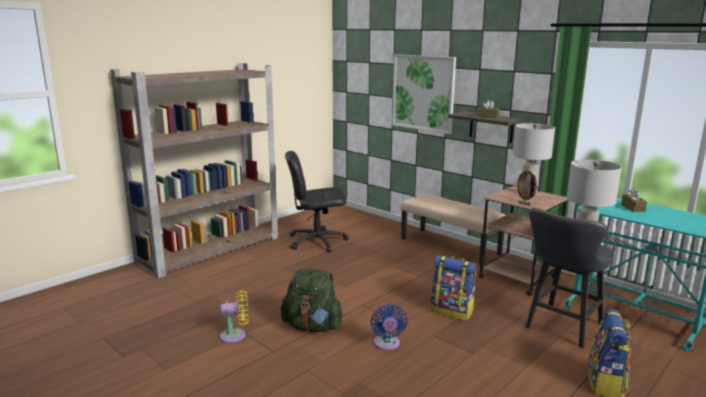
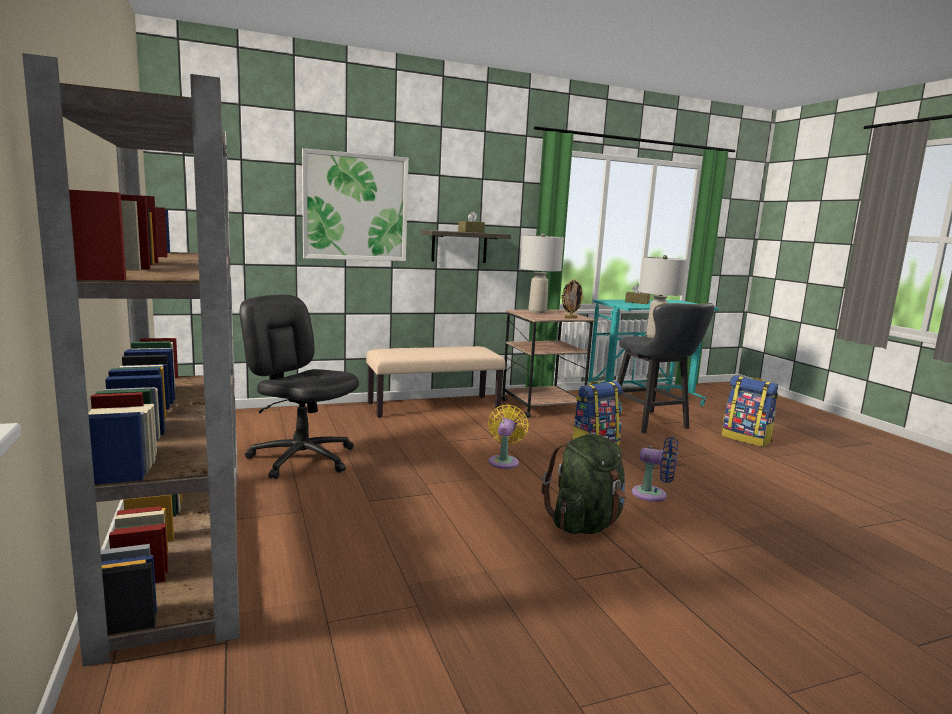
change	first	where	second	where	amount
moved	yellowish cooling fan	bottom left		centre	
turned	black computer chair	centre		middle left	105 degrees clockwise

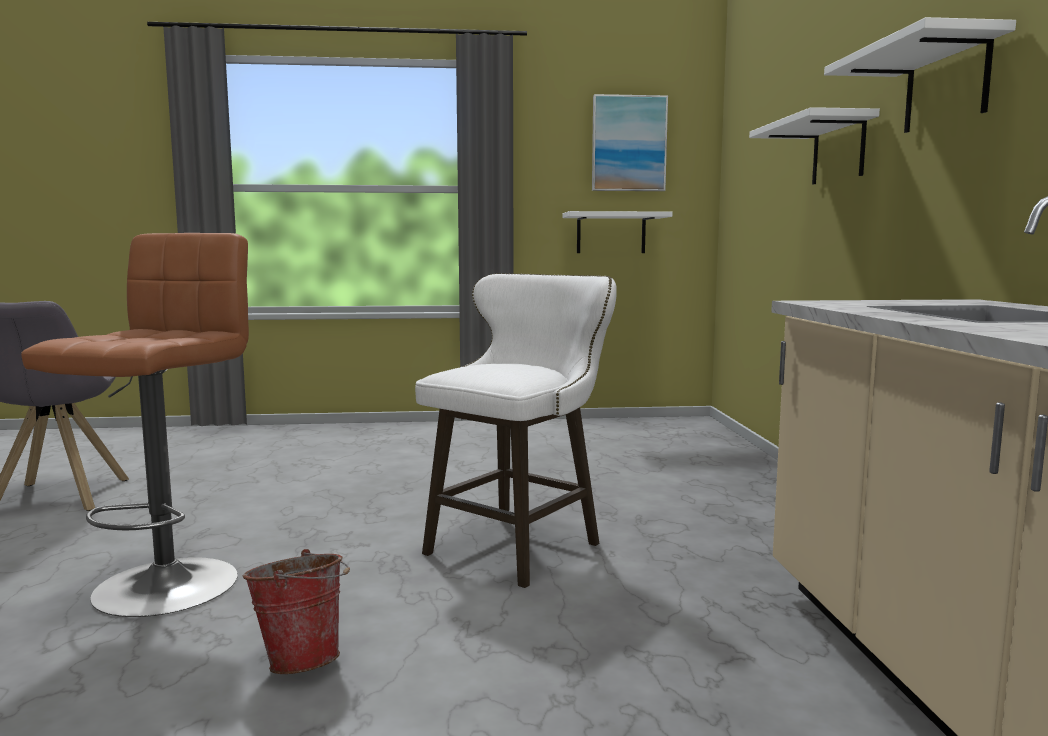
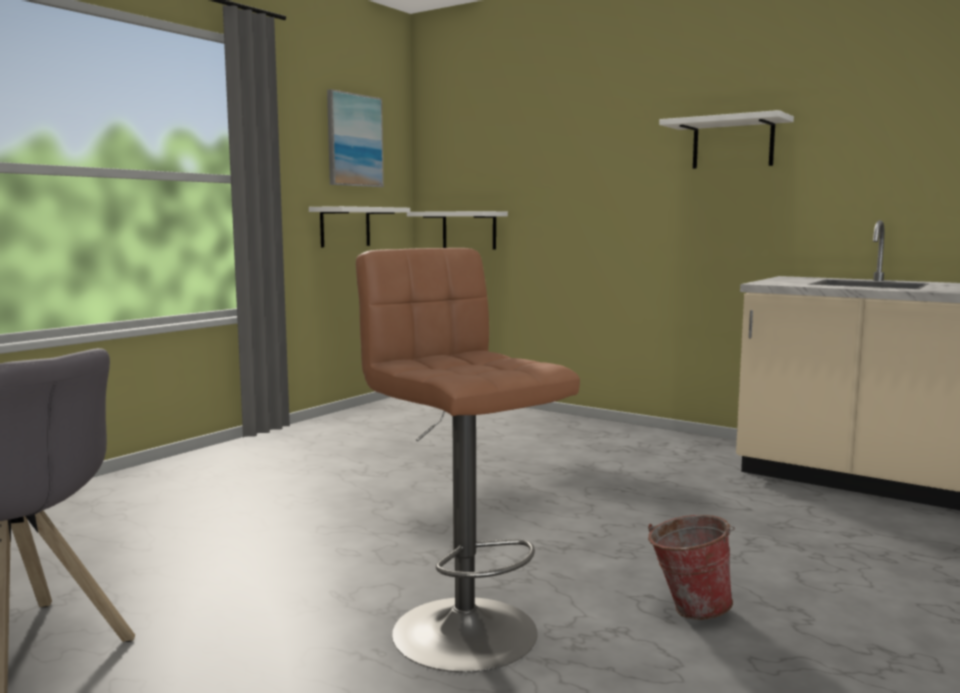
change	first	where	second	where	amount
removed	white-coloured stool seat	centre			
moved	white-coloured shelf (2nd from left)	top right		top centre	

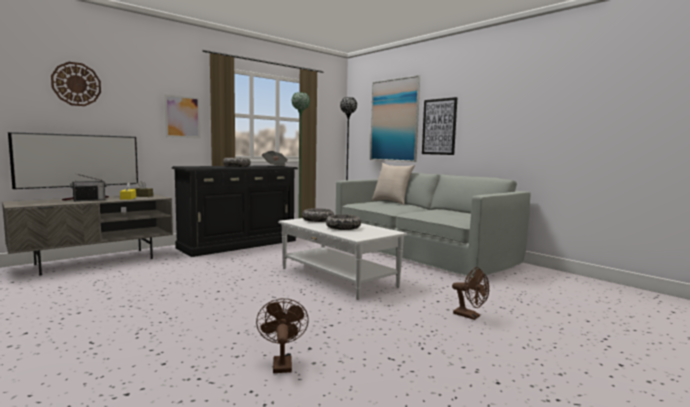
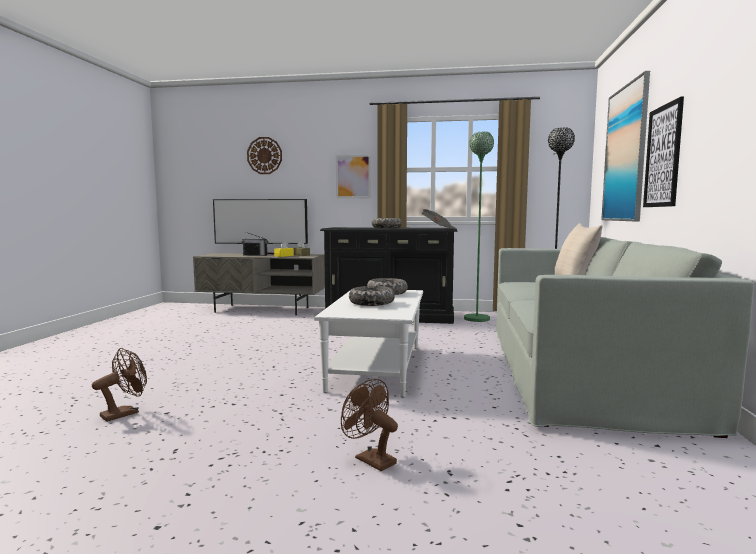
change	first	where	second	where	amount
turned	brown-coloured cooling fan (2nd from left)	bottom right		bottom centre	135 degrees clockwise

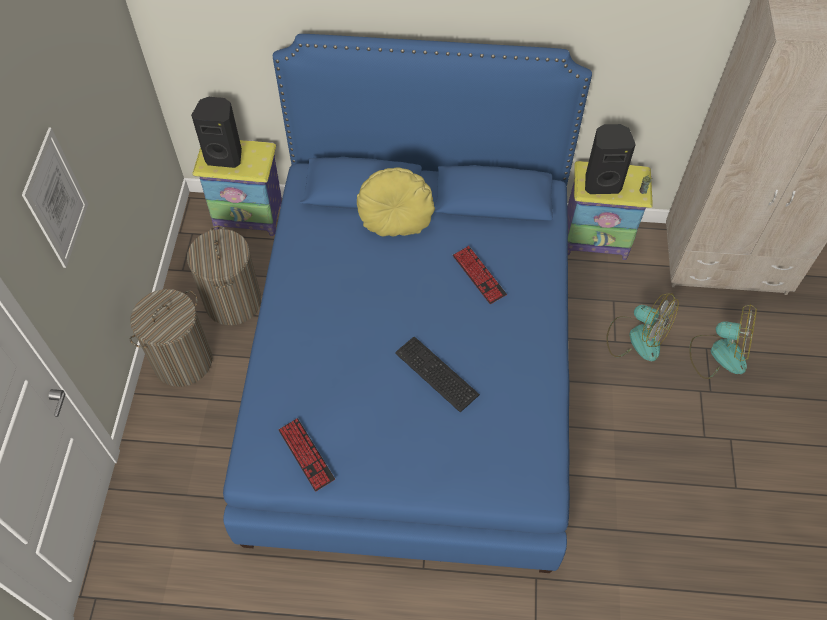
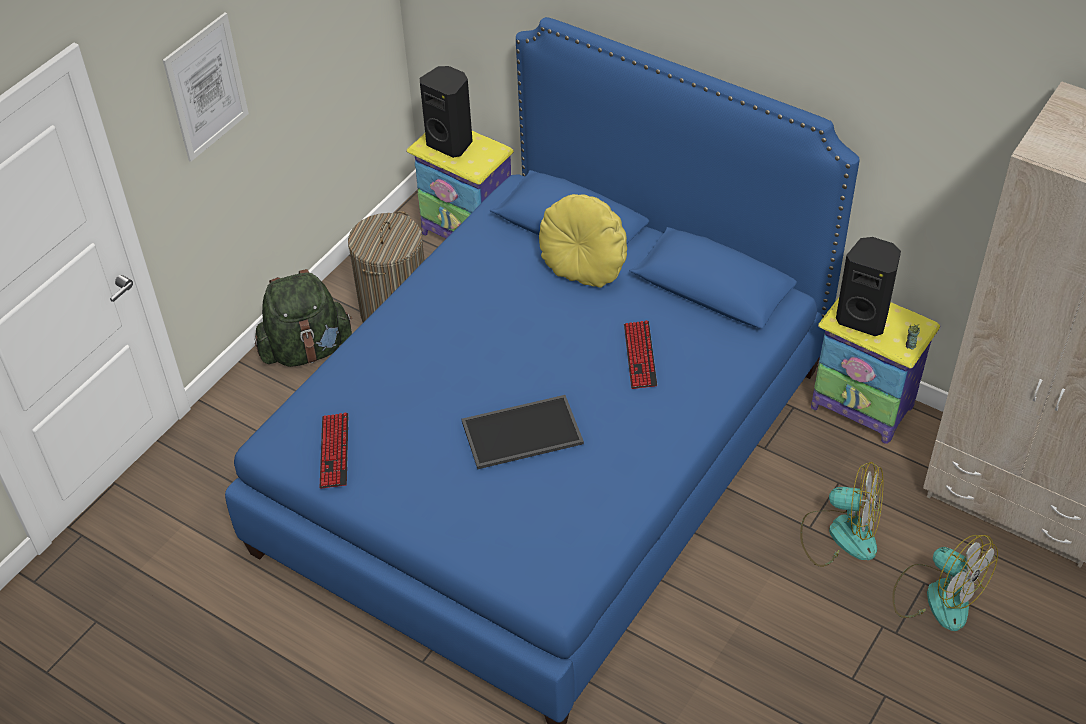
change	first	where	second	where	amount
replaced	hamper (1st from left)	middle left	greenish backpack	middle left	
replaced	computer keyboard (2nd from left)	centre	serving tray	centre	
turned	cooling fan (1st from left)	middle right		bottom right	45 degrees counterclockwise

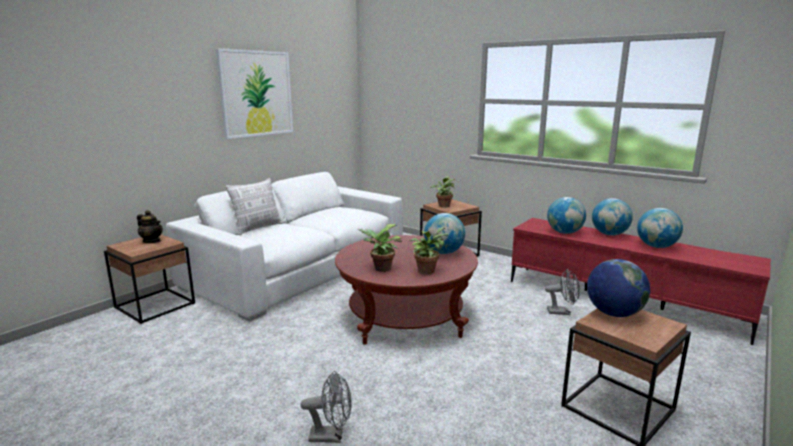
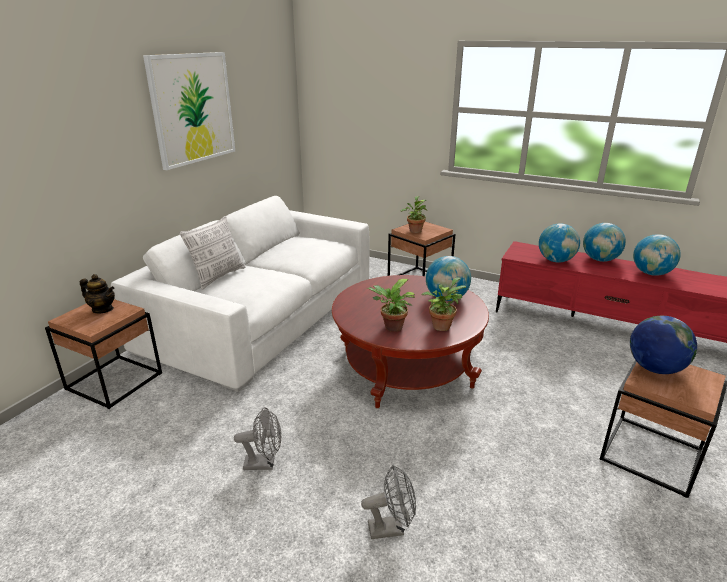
change	first	where	second	where	amount
moved	gray cooling fan (2nd from left in the first image)	middle right	gray cooling fan (1st from left)	bottom centre	

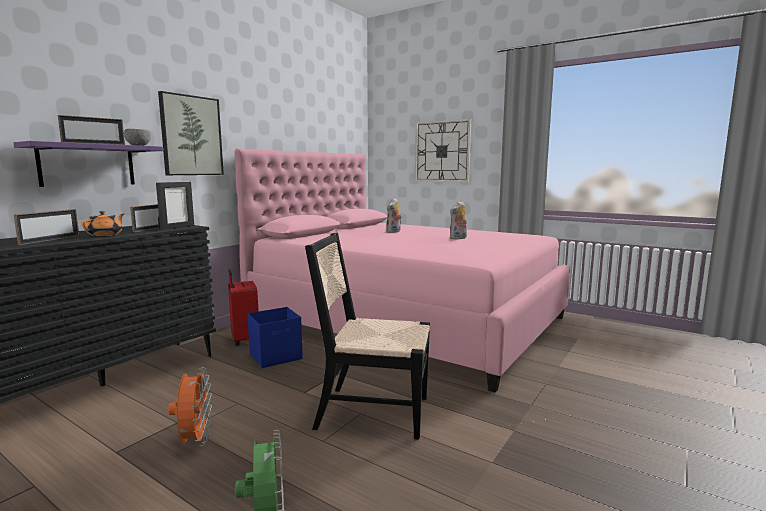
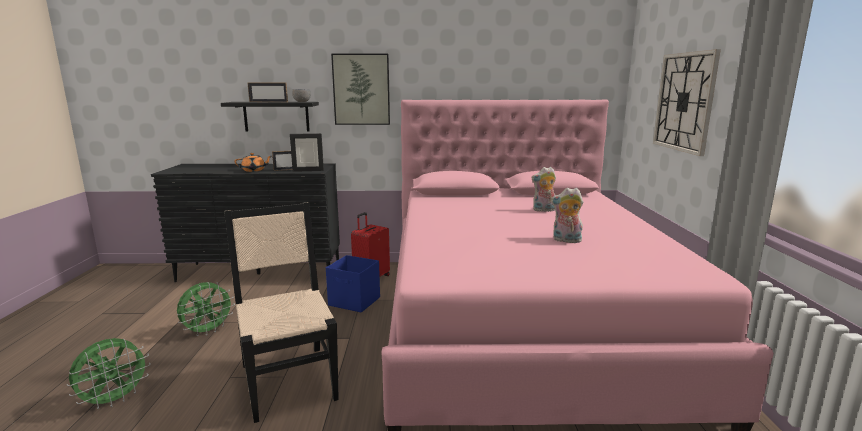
change	first	where	second	where	amount
removed	standing frame (1st from left)	middle left			
recoloured	purple shelf	top left	black shelf	top left	
recoloured	orangey cooling fan	bottom left	greenish cooling fan (2nd from left)	bottom left	

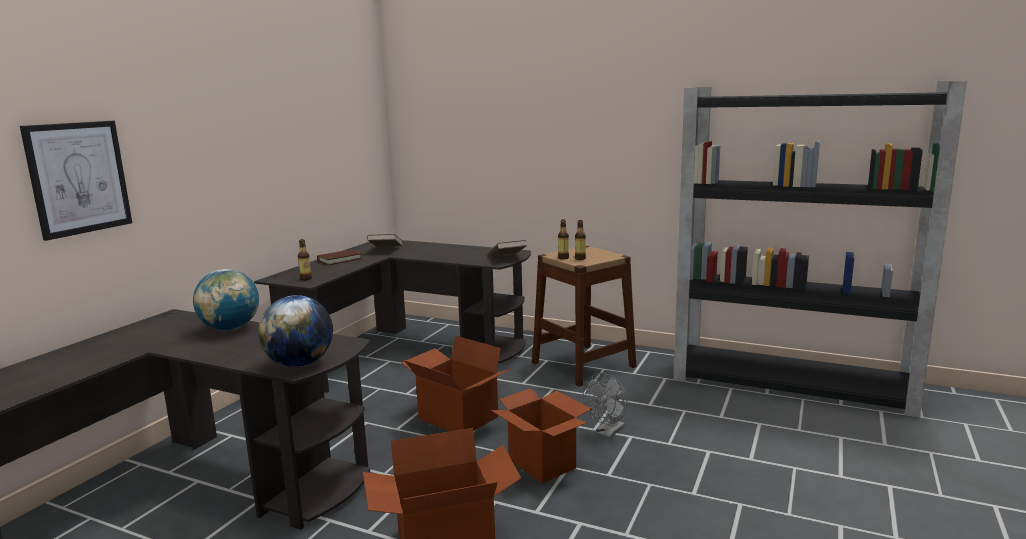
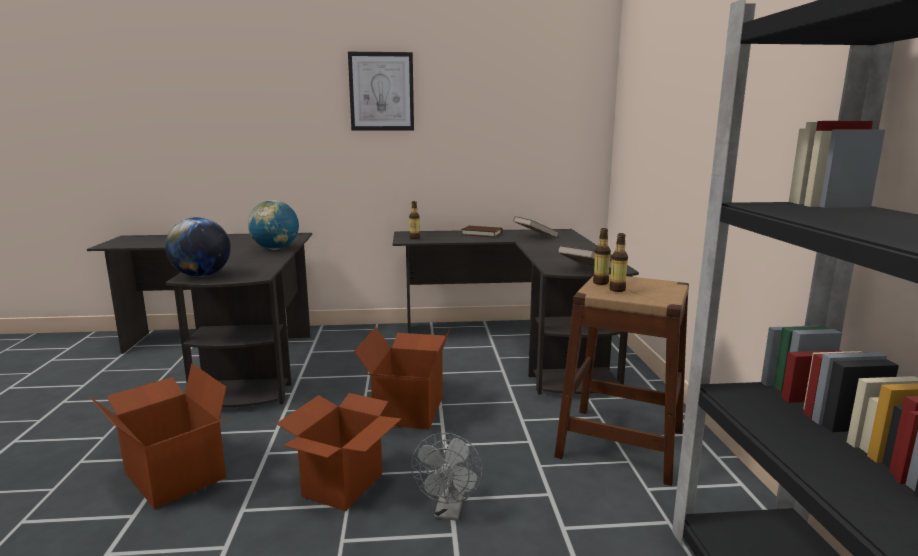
change	first	where	second	where	amount
moved	wall picture	middle left		top centre	
turned	gray cooling fan	bottom centre		bottom centre	90 degrees counterclockwise

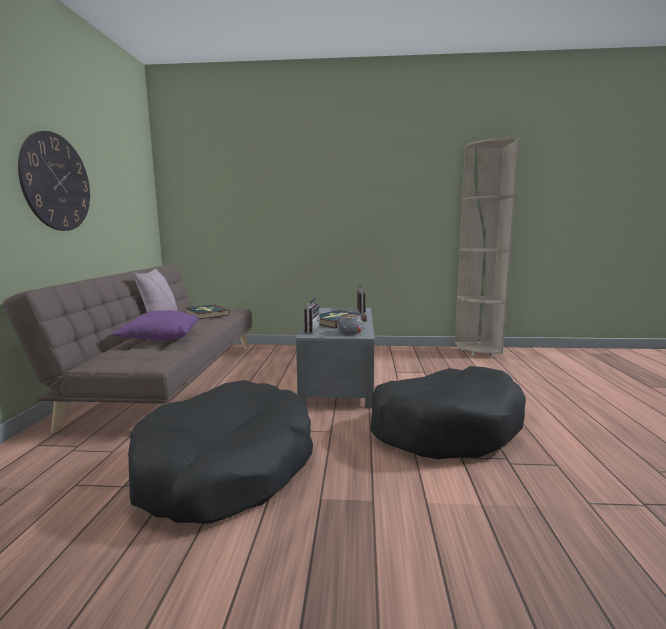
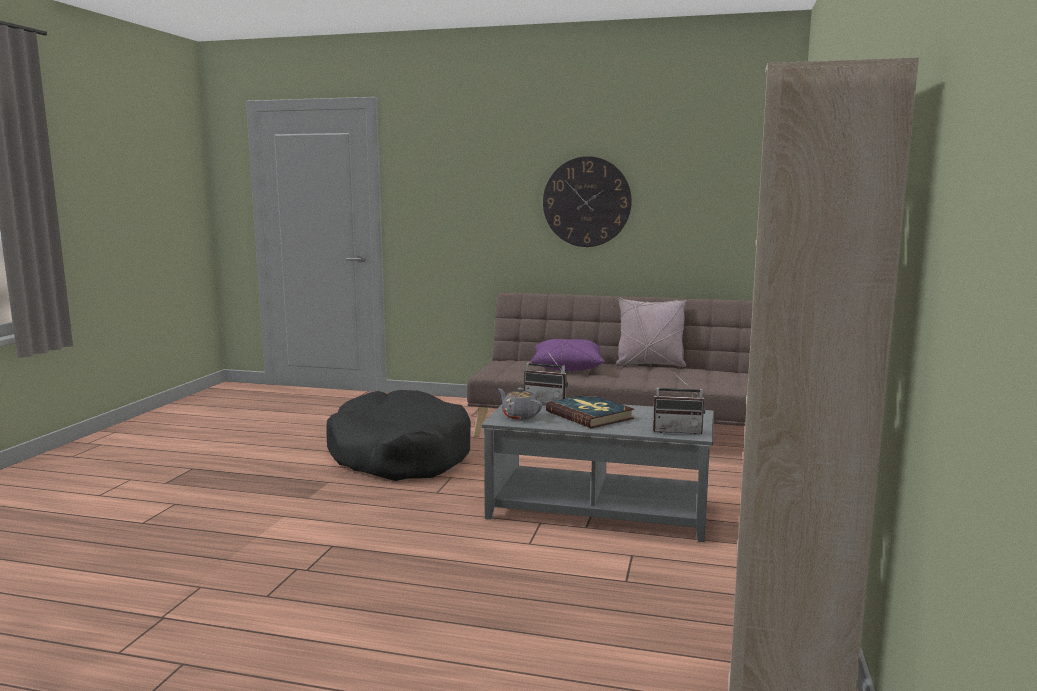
change	first	where	second	where	amount
removed	bound book (1st from left)	middle left			
removed	black dog cushion (2nd from left)	middle right			

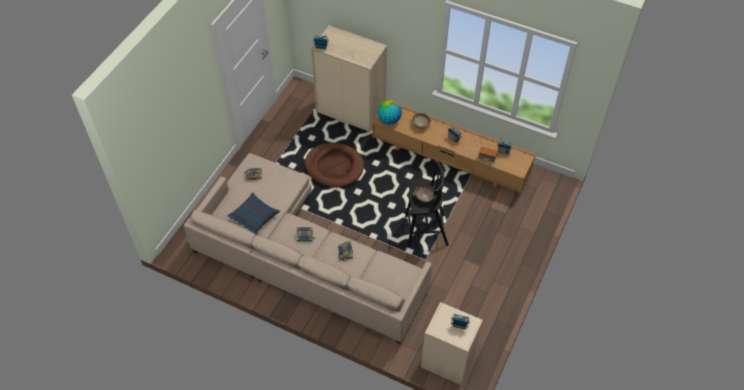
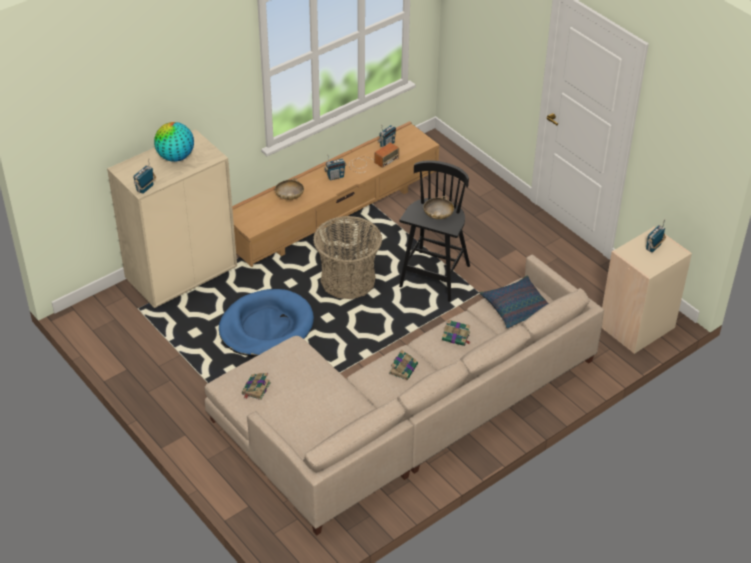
change	first	where	second	where	amount
added			basket	centre	
moved	bluish cushion	centre		middle right	
moved	globe	top centre		top left	
recoloured	brown-coloured dog cushion	centre	bluish dog cushion	centre	

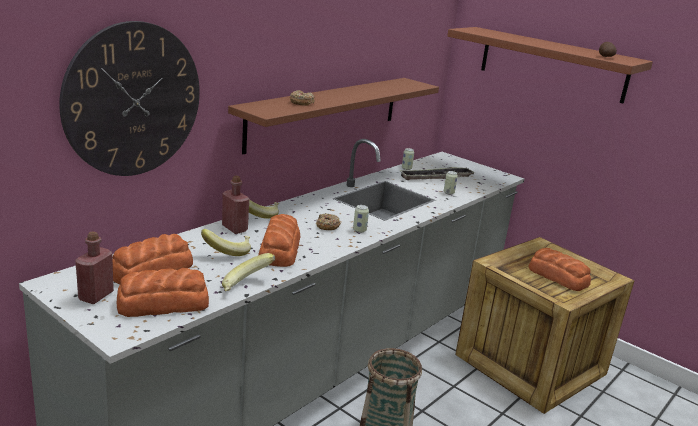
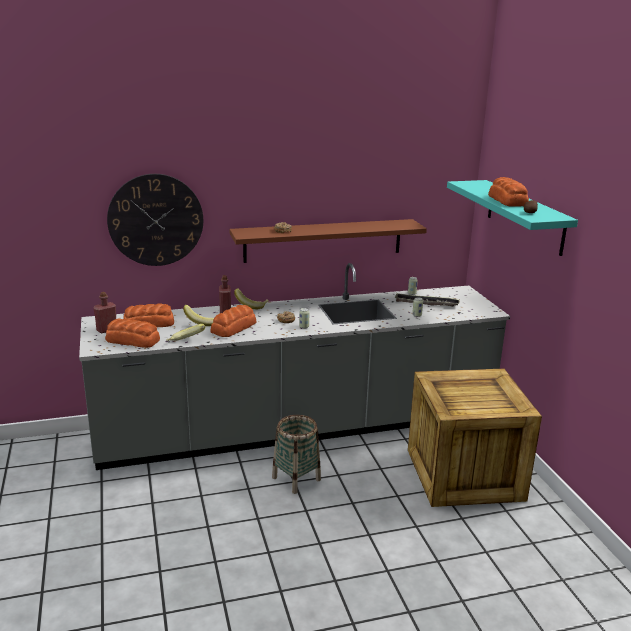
change	first	where	second	where	amount
moved	baked bread (4th from left)	middle right		top right	
recoloured	brown-coloured shelf (2nd from left)	top right	blue-green shelf	middle right	

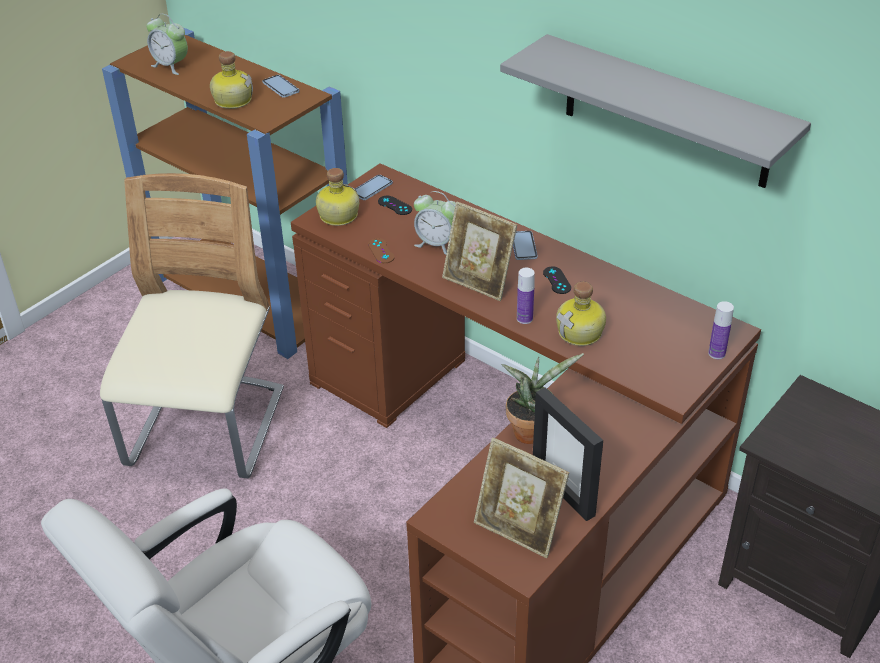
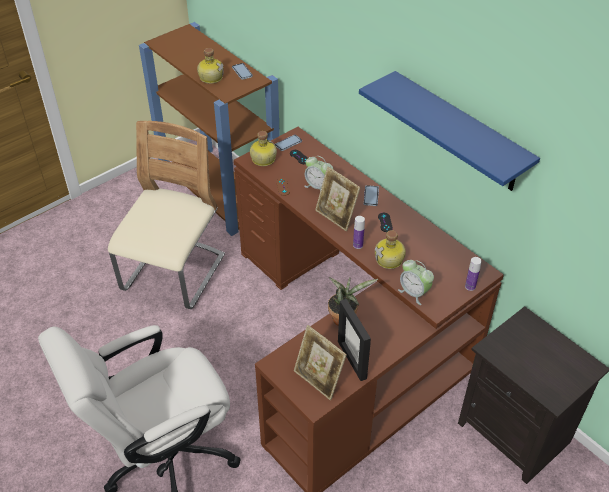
change	first	where	second	where	amount
moved	alarm clock (1st from left in the first image)	top left	alarm clock (2nd from left)	middle right	
recoloured	gray shelf	top right	bluish shelf	top right	

